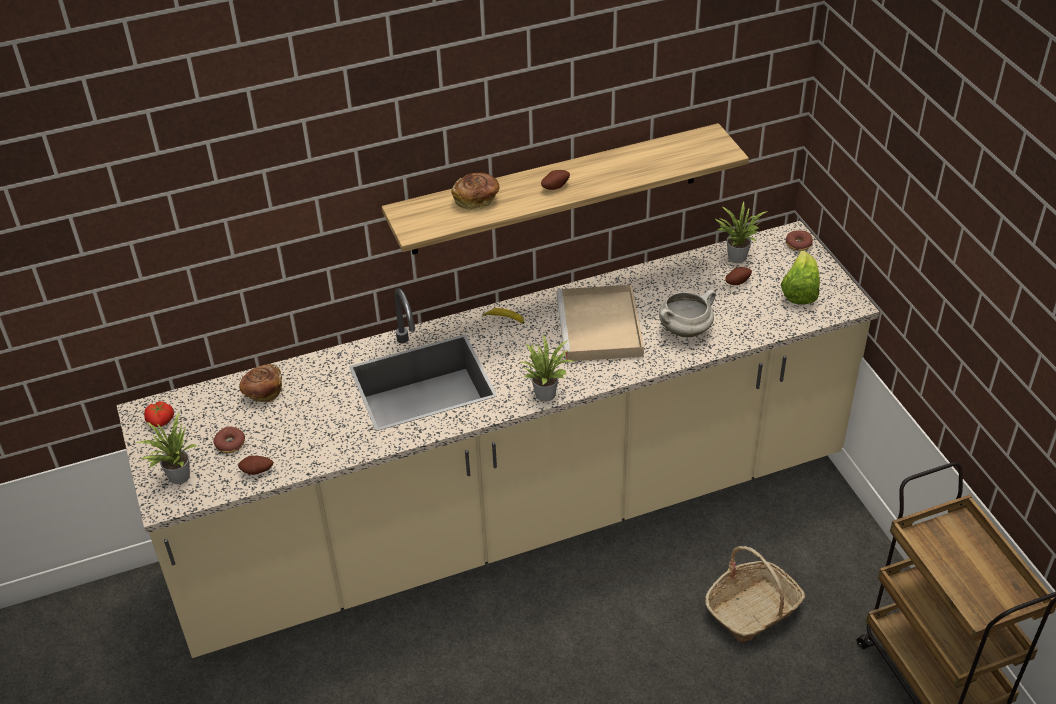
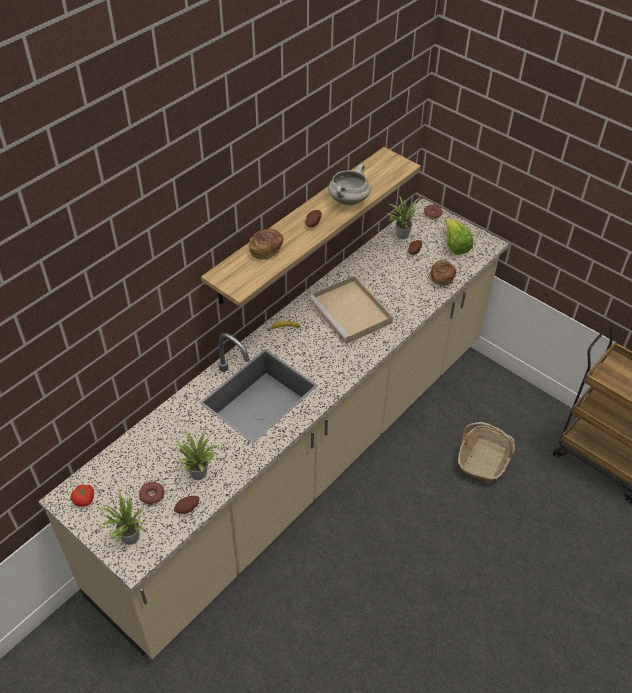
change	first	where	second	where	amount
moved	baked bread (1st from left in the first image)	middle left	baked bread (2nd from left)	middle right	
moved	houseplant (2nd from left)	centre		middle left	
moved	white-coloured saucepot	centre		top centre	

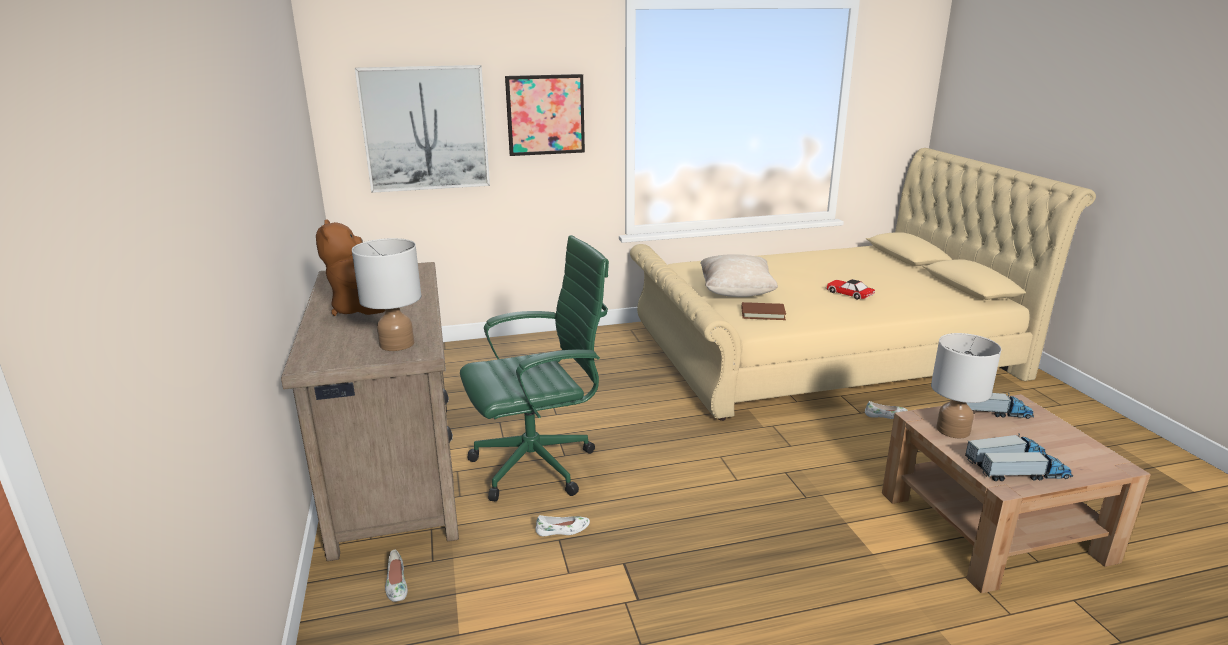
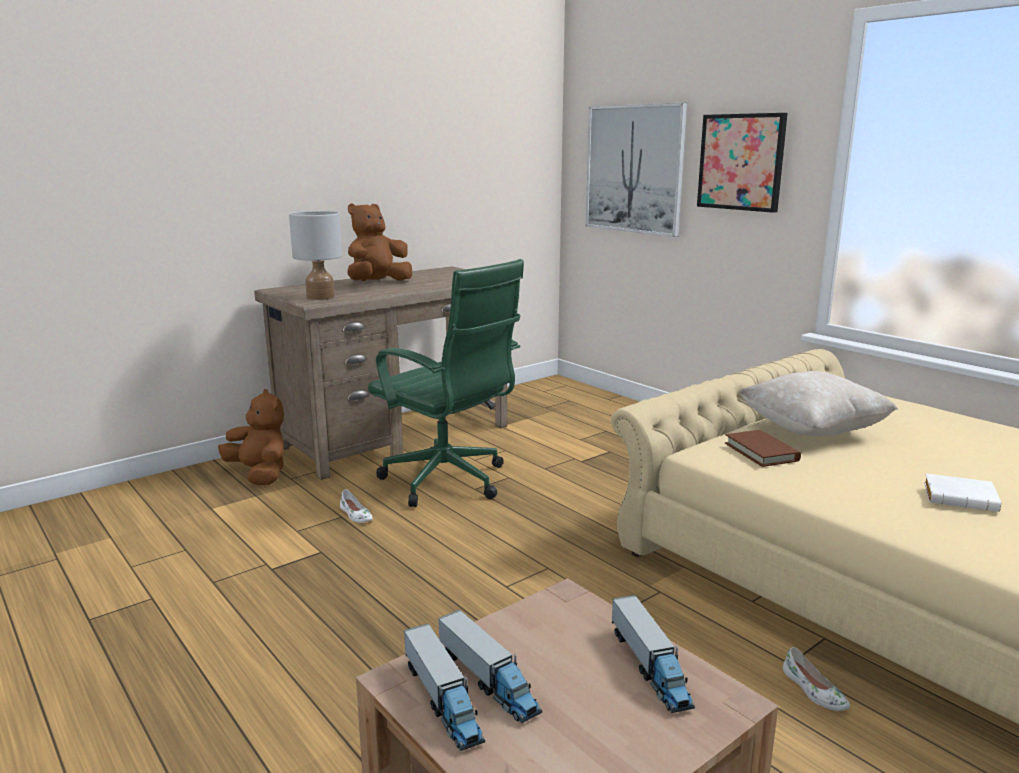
change	first	where	second	where	amount
removed	gray lamp for a table (2nd from left)	middle right			
replaced	white-coloured shoe (1st from left)	bottom left	brown-coloured cuddly toy (1st from left)	middle left	
replaced	model car	middle right	white-coloured bound book	middle right	

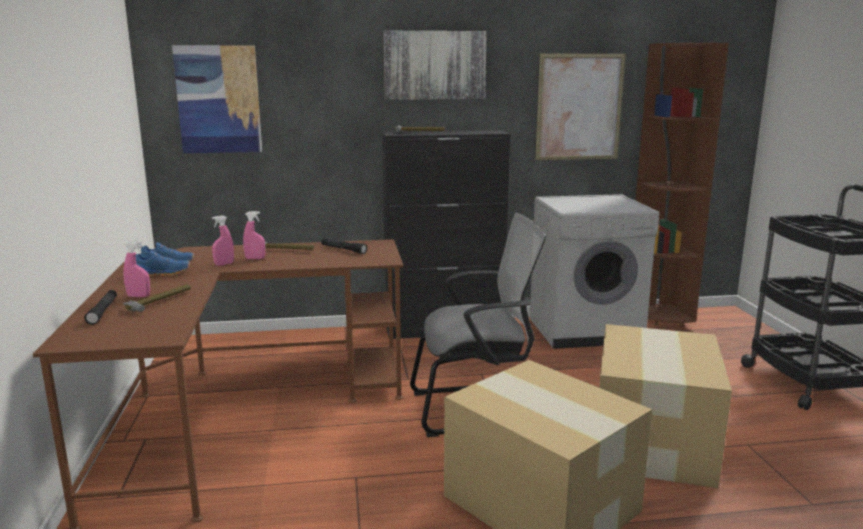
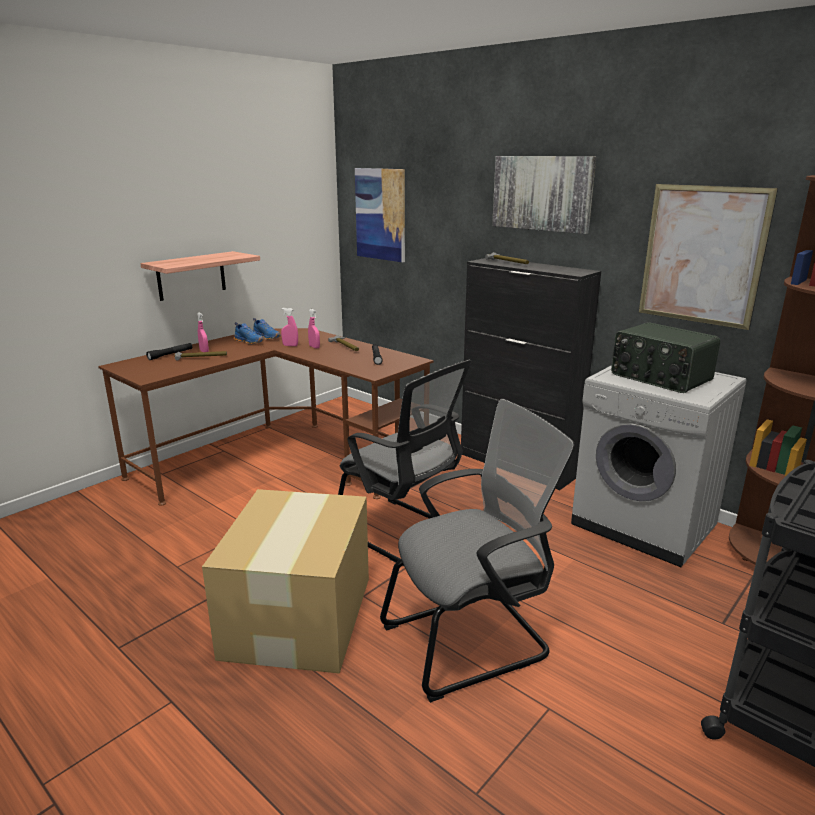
change	first	where	second	where	amount
added			shelf	middle left	
added			radio set	middle right	
replaced	packing box (2nd from left)	bottom right	plain chair (2nd from left)	bottom centre	

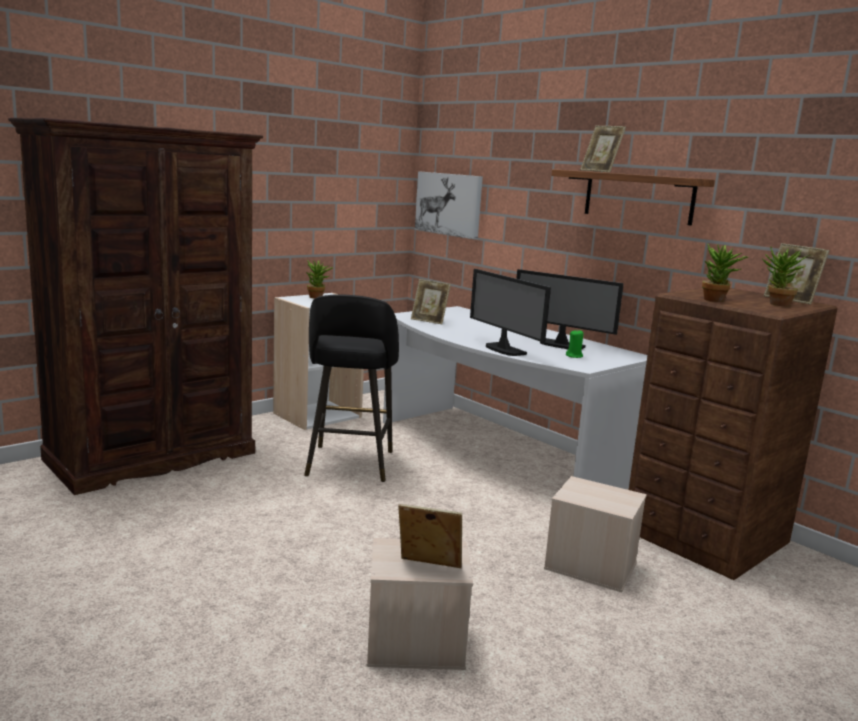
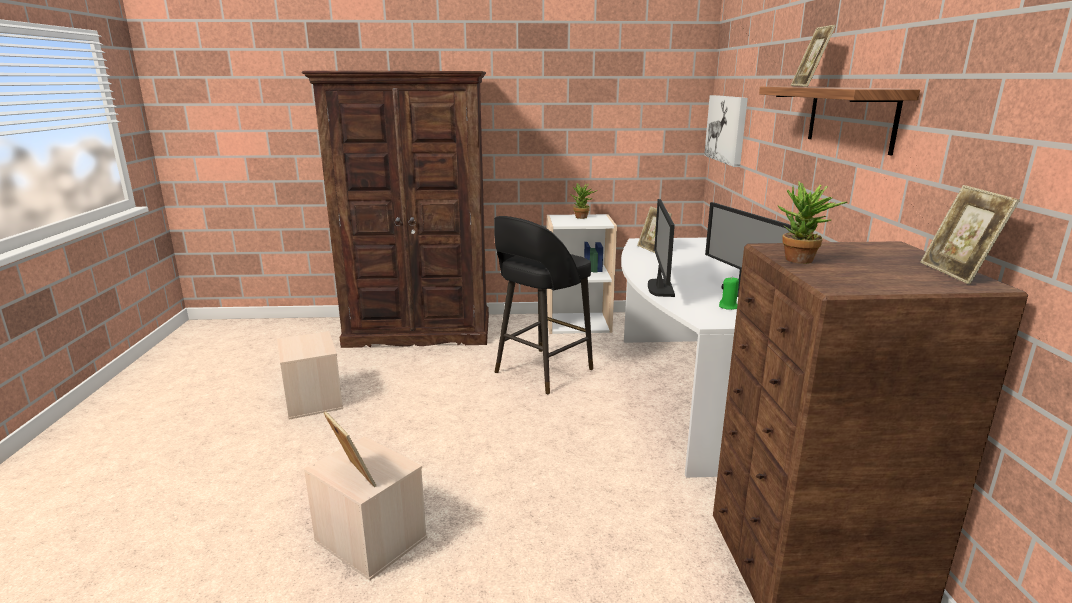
change	first	where	second	where	amount
removed	houseplant (3rd from left)	middle right			
moved	sand-coloured storage bin (2nd from left in the first image)	bottom right	sand-coloured storage bin (1st from left)	middle left	

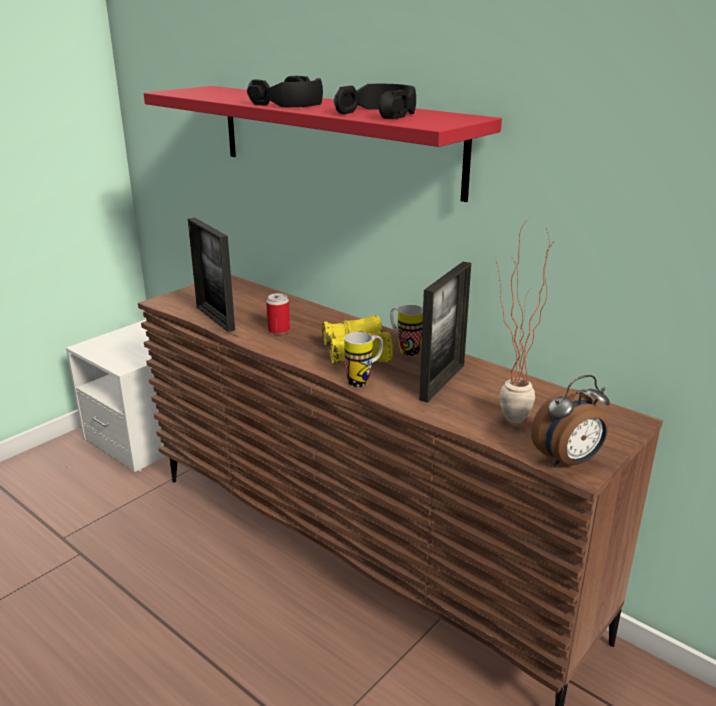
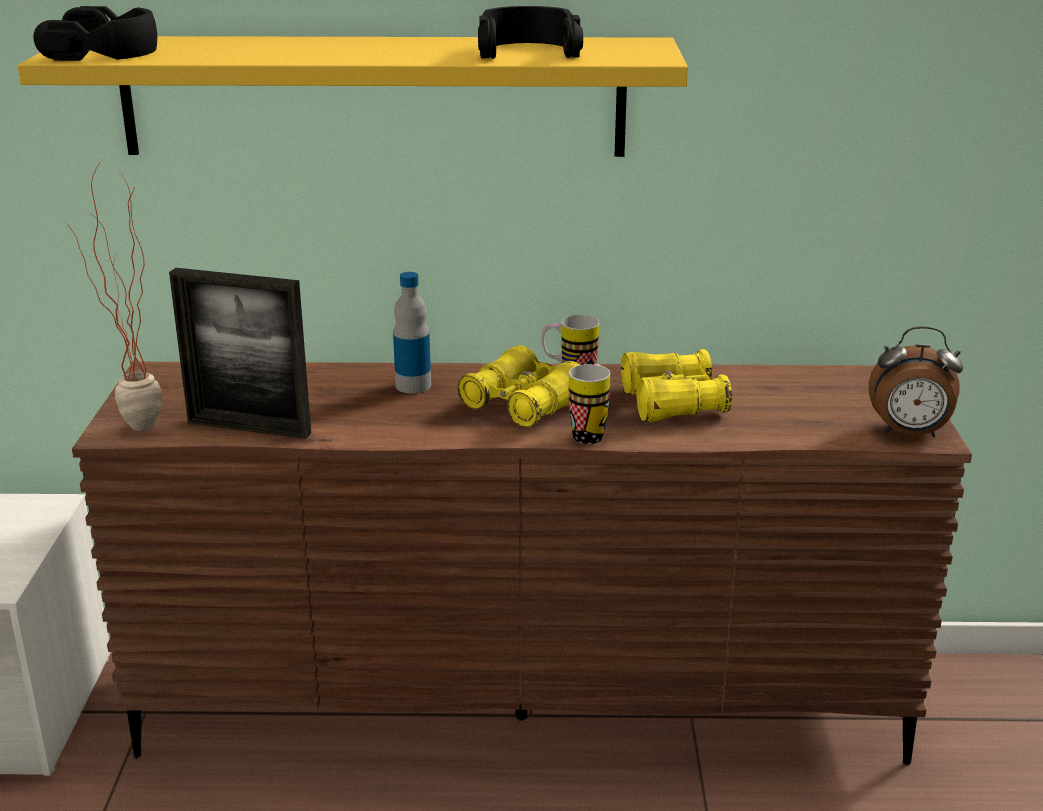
change	first	where	second	where	amount
removed	sealed can	centre			
added			beverage bottle	centre	
moved	black headset (1st from left)	top centre		top left	
moved	houseplant	middle right		middle left	
replaced	standing frame (2nd from left)	centre	yellowish pair of binoculars (2nd from left)	centre	
recoloured	red-coloured shelf	top centre	yellowish shelf	top centre	
turned	alarm clock	middle right		middle right	75 degrees clockwise

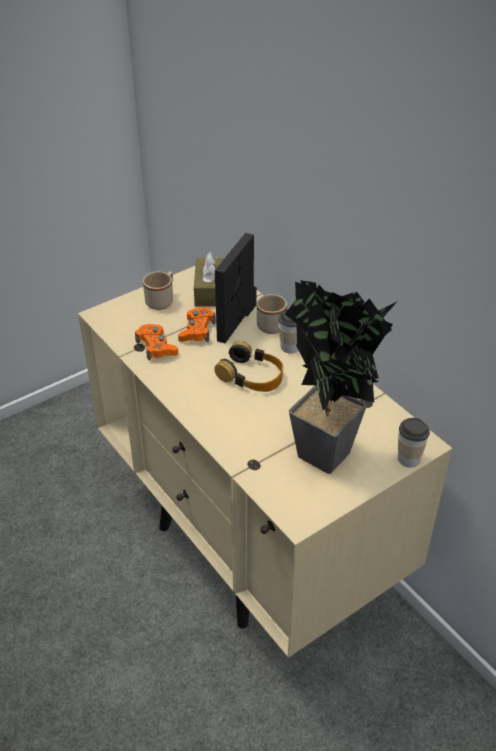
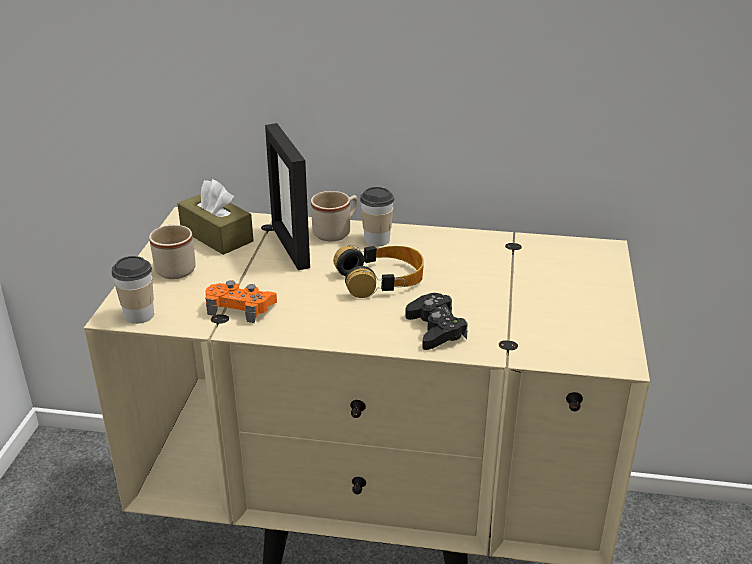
change	first	where	second	where	amount
removed	orangey joypad (2nd from left)	centre			
removed	houseplant	middle right			
added			black joypad	centre	
moved	cup (2nd from left in the first image)	middle right	cup (1st from left)	middle left	

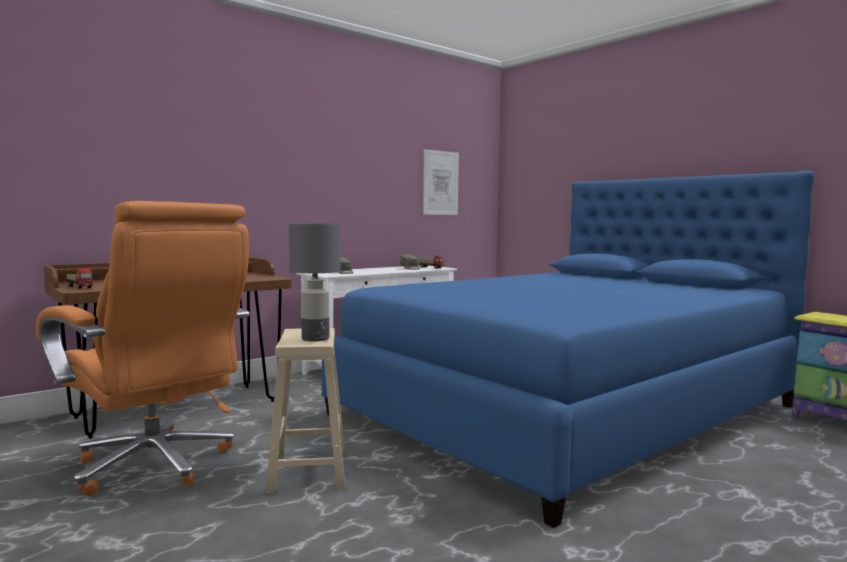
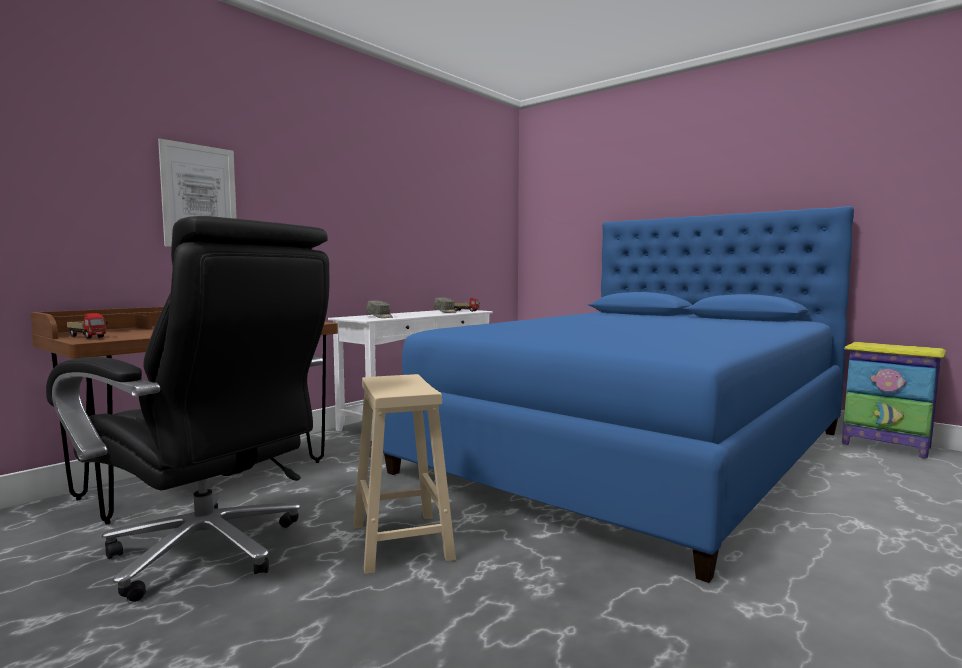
change	first	where	second	where	amount
removed	gray lamp for a table	centre			
moved	wall picture	top centre		top left	
recoloured	orangey computer chair	middle left	black computer chair	middle left	

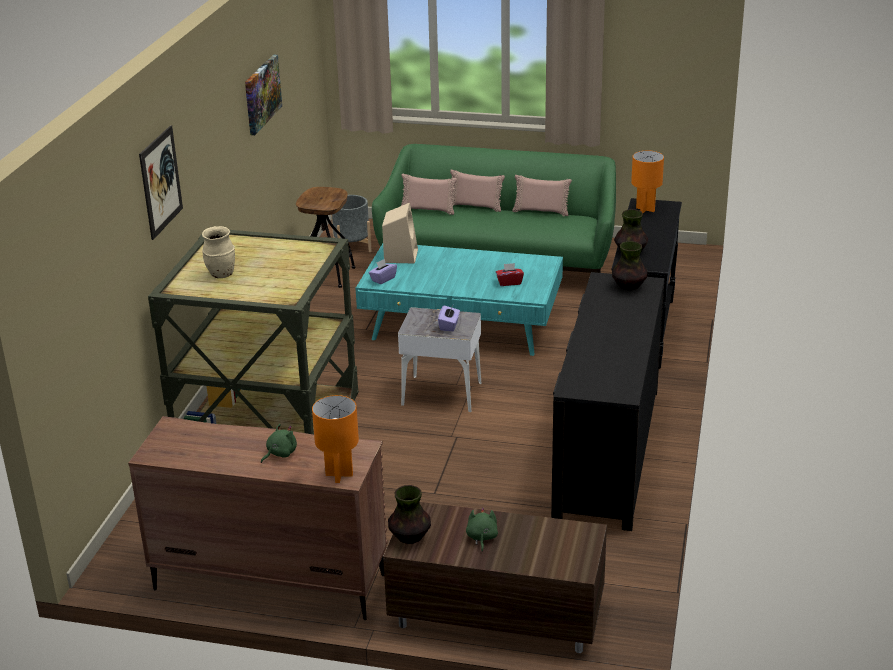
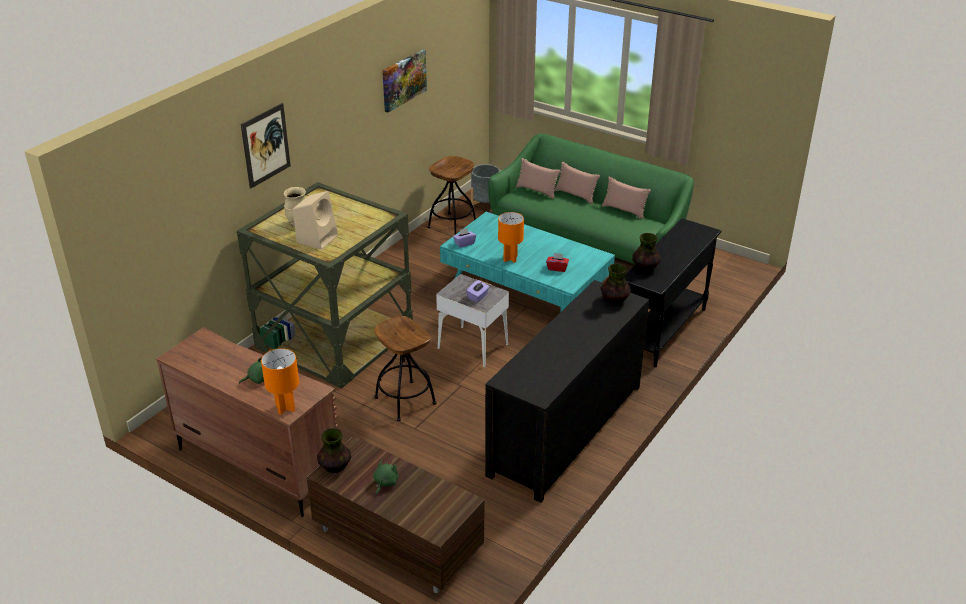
change	first	where	second	where	amount
added			brown-coloured stool seat (1st from left)	centre	
moved	sand-coloured speaker	centre		middle left	
moved	orangey lamp for a table (2nd from left)	top right		centre	

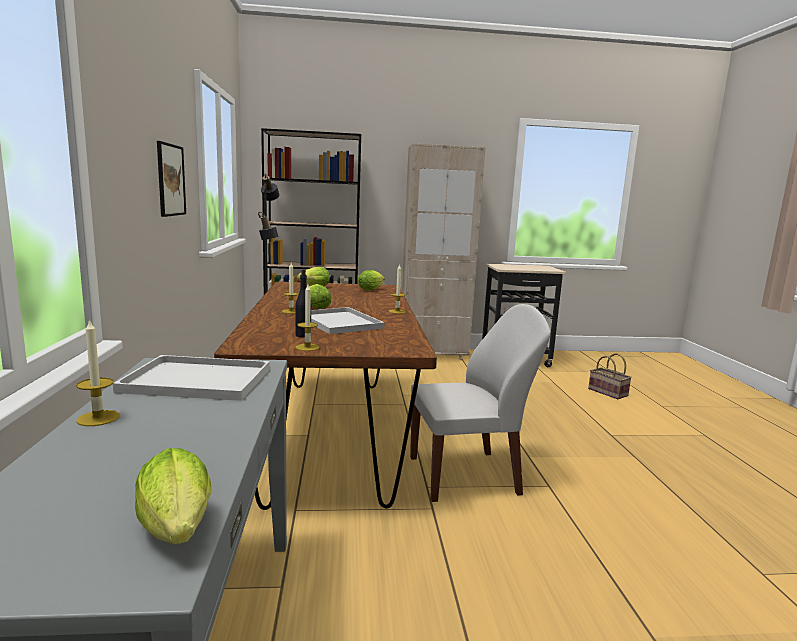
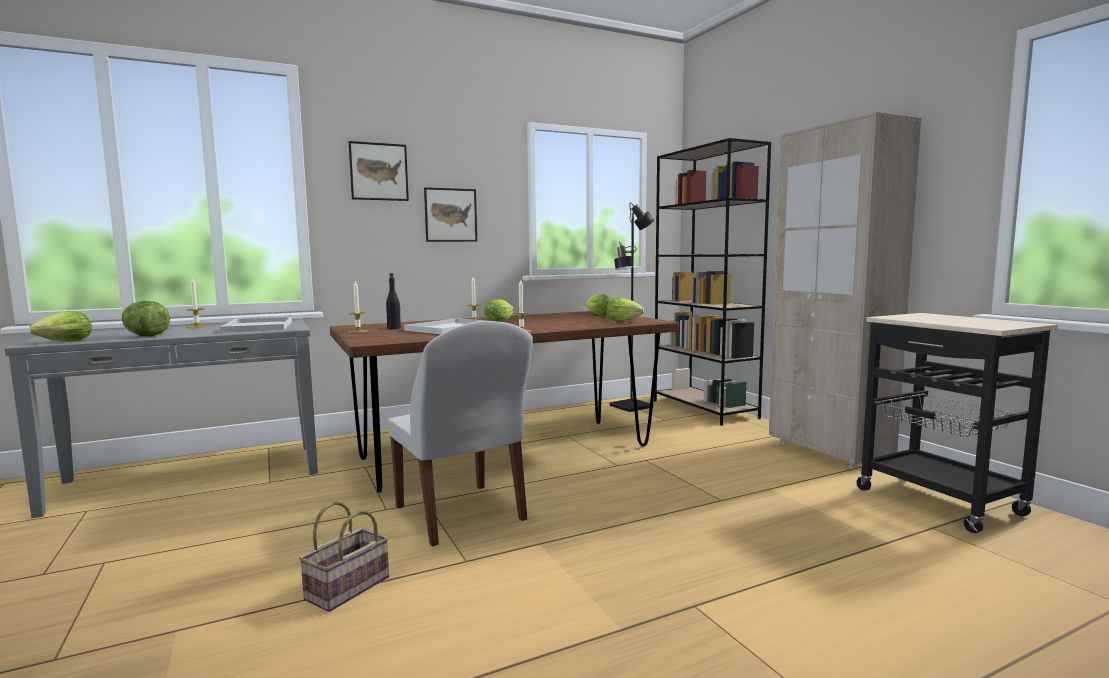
change	first	where	second	where	amount
added			lettuce (2nd from left)	middle left	
added			wall picture (1st from left)	top centre	
moved	basket	middle right		bottom left	

